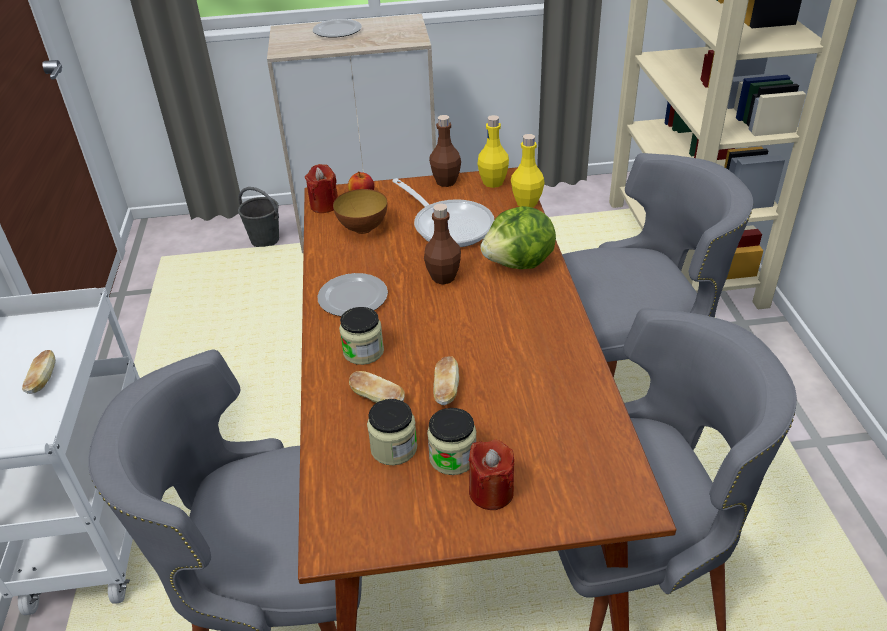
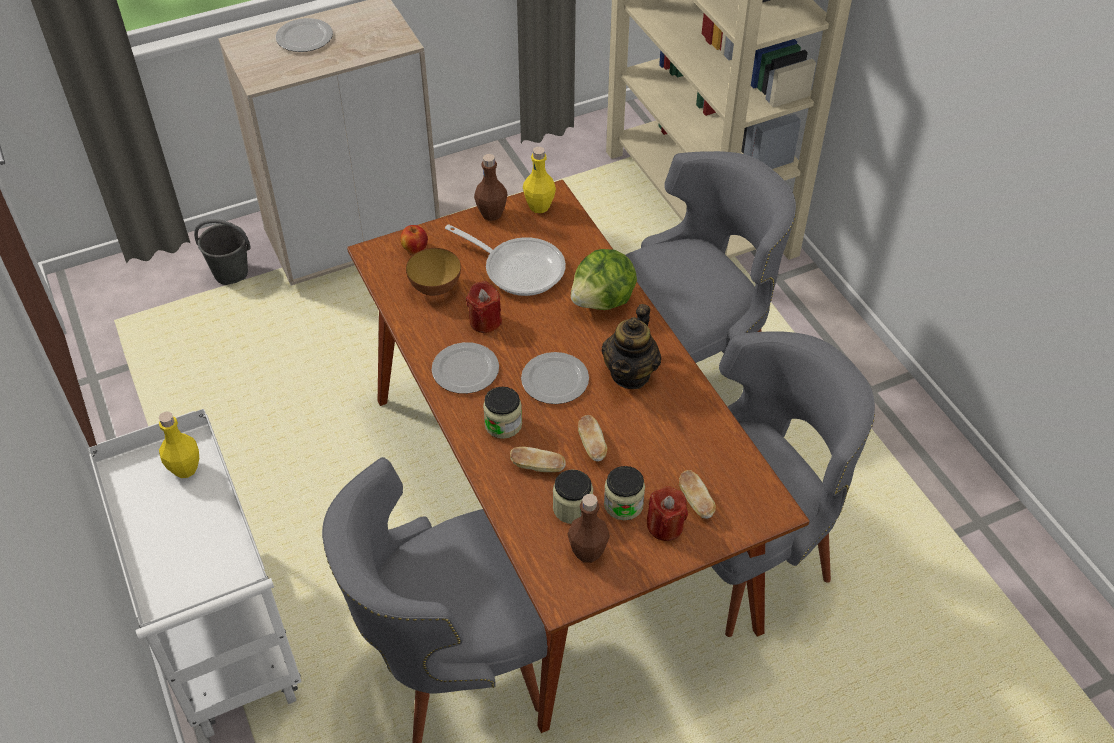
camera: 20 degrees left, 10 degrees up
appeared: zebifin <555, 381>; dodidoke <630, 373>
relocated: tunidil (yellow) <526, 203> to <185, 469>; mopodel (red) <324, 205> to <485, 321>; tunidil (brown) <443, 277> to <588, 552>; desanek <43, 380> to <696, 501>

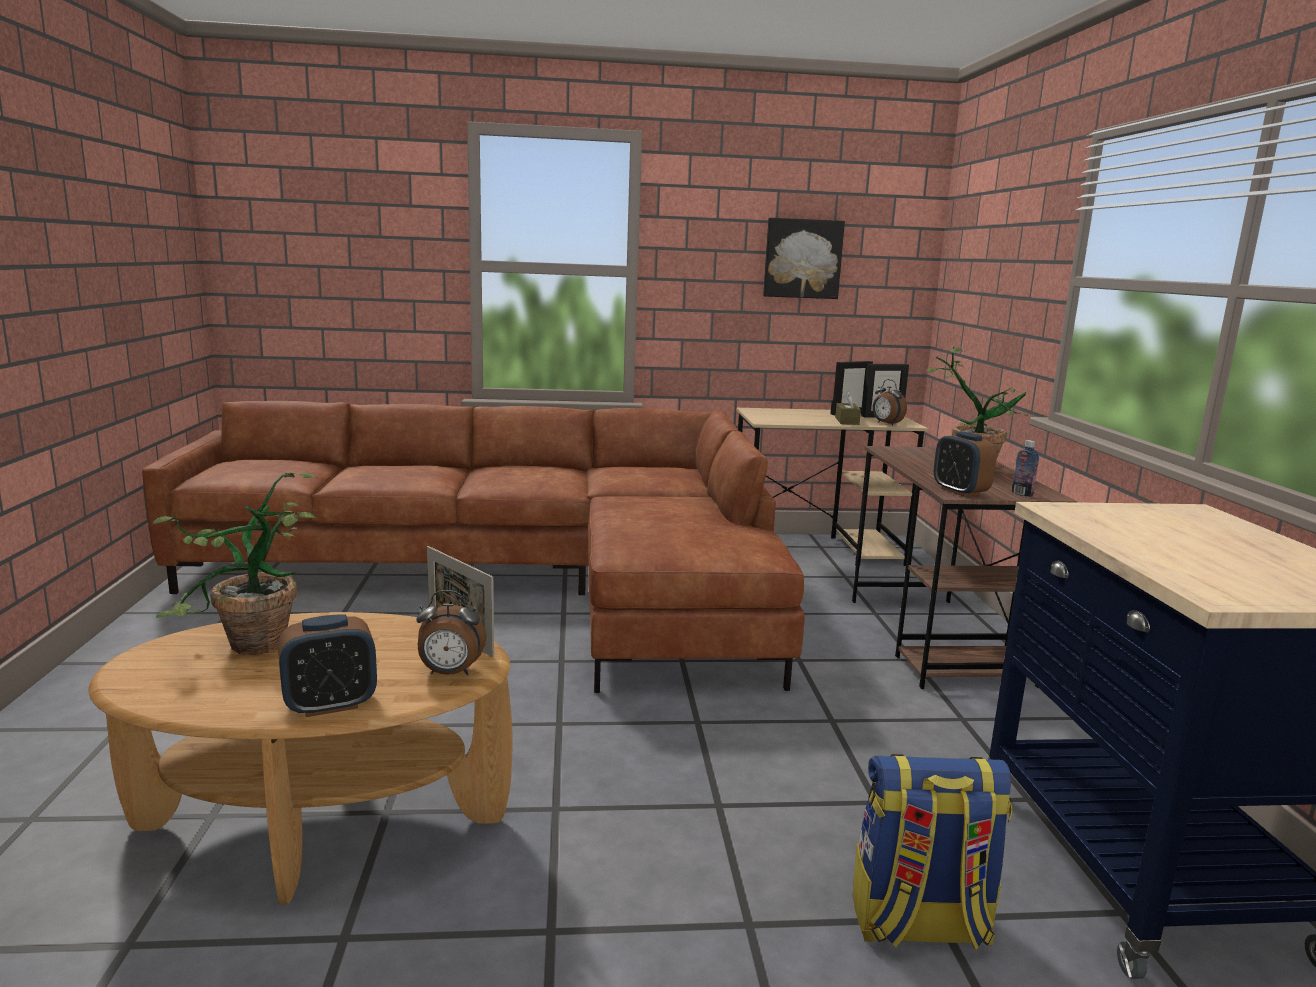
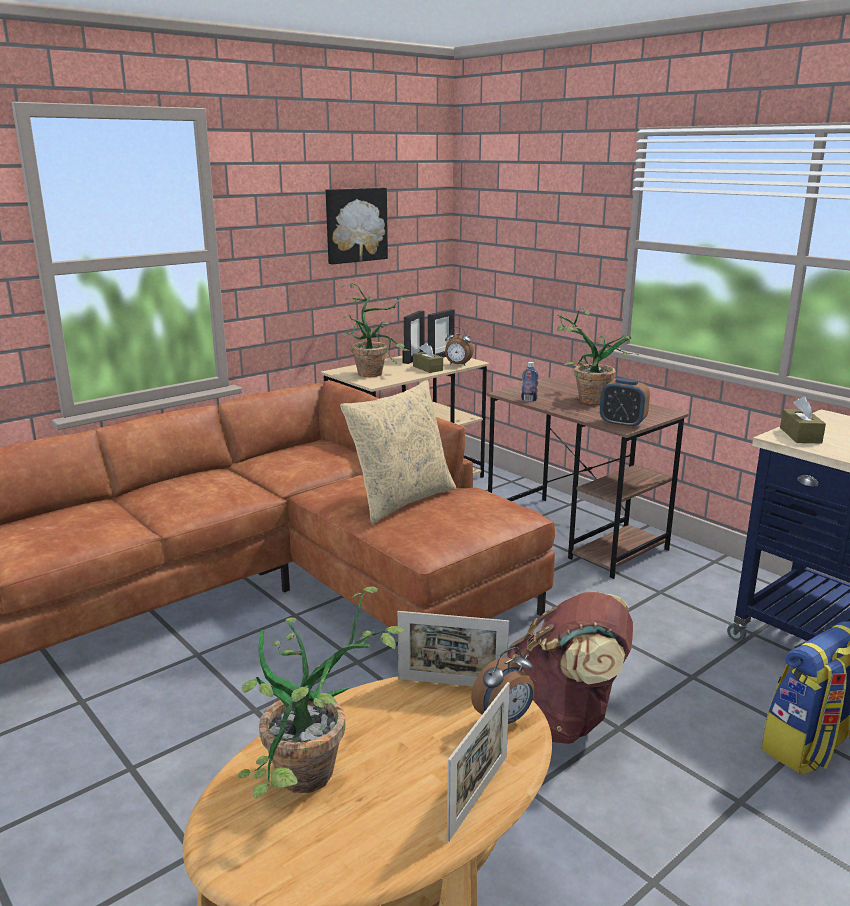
camera: 35 degrees left, 5 degrees up
appeared: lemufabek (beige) <401, 500>; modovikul <374, 372>; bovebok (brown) <562, 721>; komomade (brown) <800, 435>
relocated: tunidil <1022, 494> to <529, 400>
exchanged: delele <330, 705> to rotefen <478, 796>

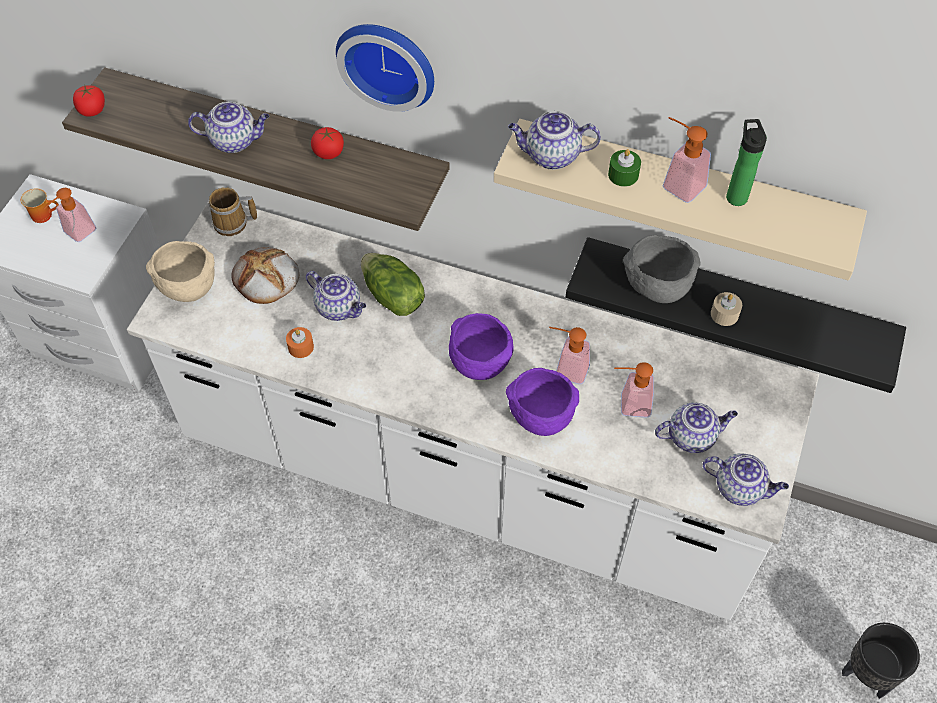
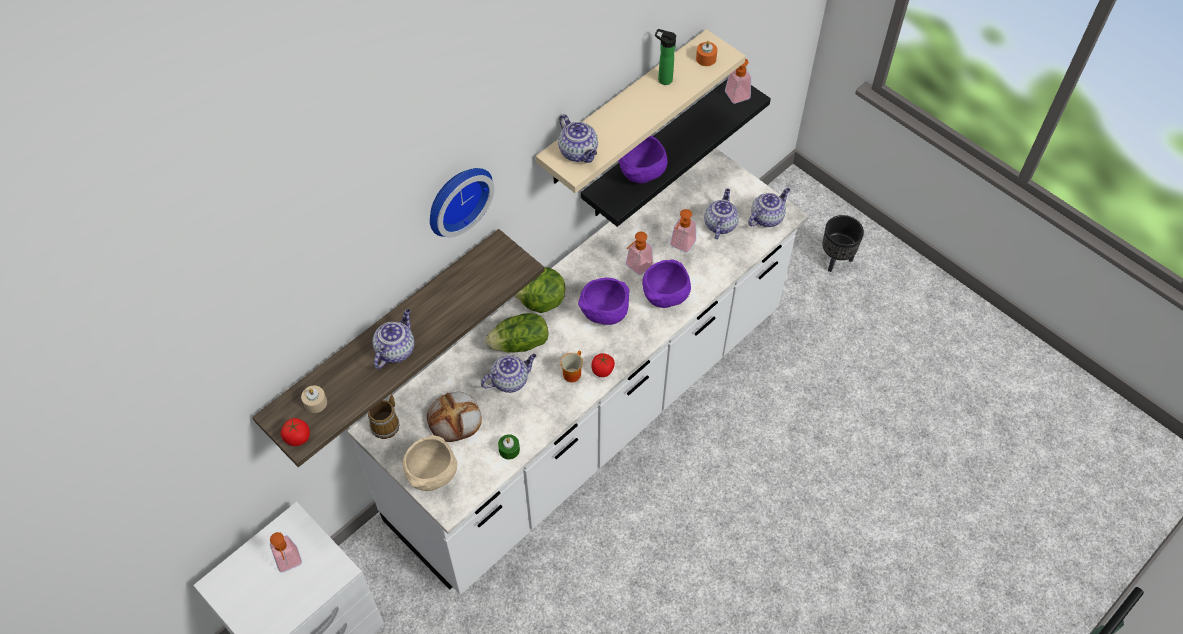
camera: 65 degrees left, 0 degrees up
appeared: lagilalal <540, 302>
relocated: mopodel (beige) <724, 314> to <315, 403>; mopodel (green) <623, 175> to <509, 450>; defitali <44, 214> to <571, 372>; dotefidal <328, 152> to <602, 370>; mopodel (orange) <301, 347> to <706, 58>; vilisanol <677, 183> to <733, 96>
colour: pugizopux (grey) <655, 287> to pugizopux (purple) <642, 174>
spun: dodidoke <551, 156> = <579, 152> 60 degrees counterclockwise

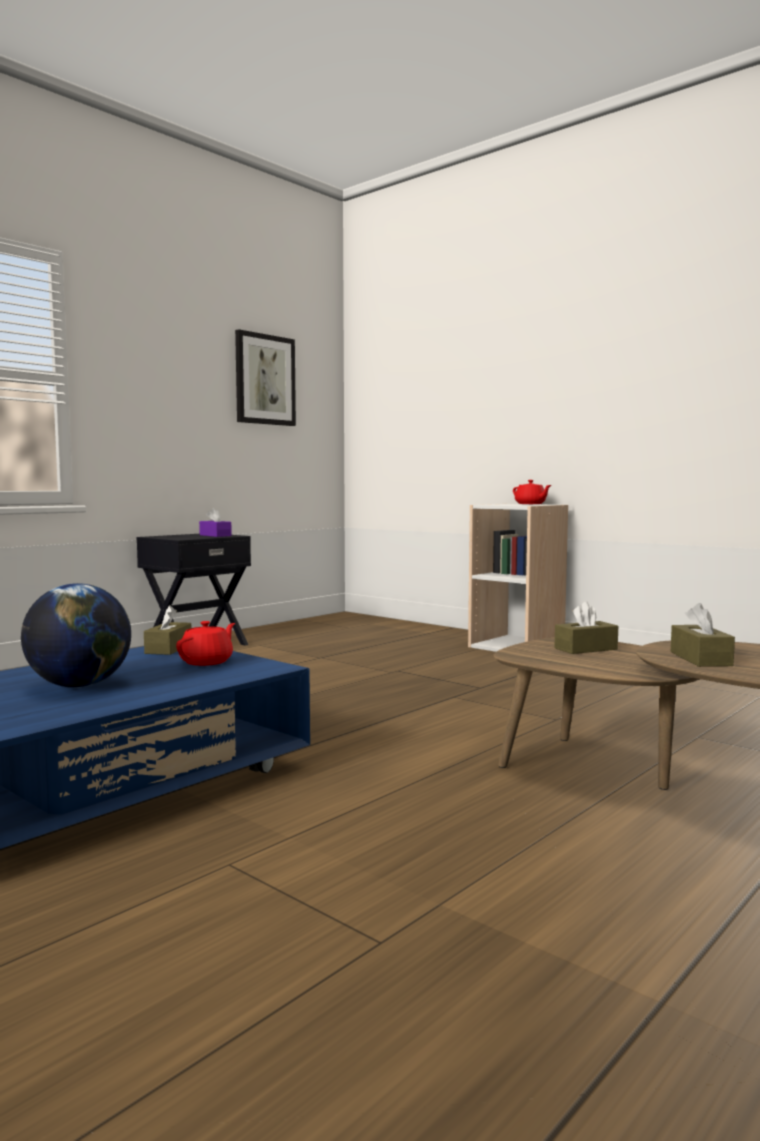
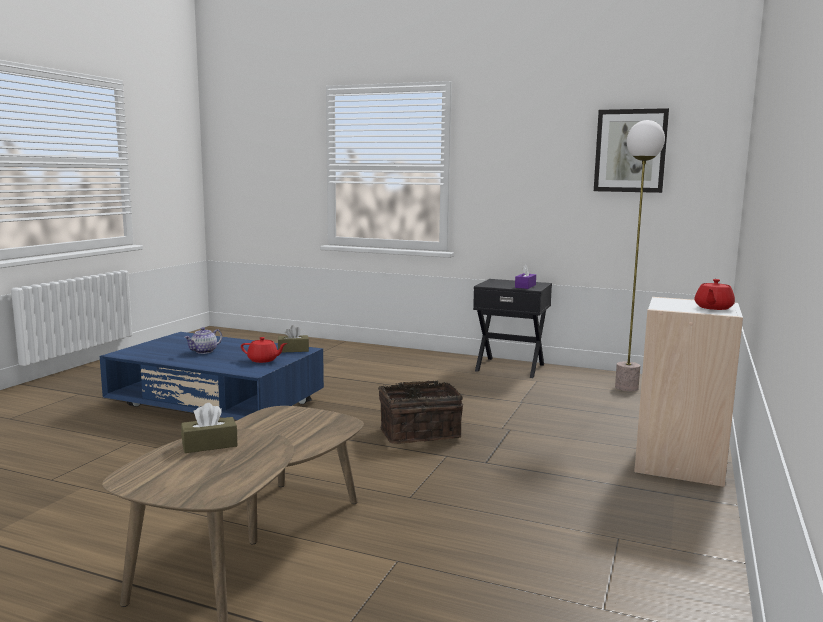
camera: 70 degrees right, 5 degrees up
missing: komomade (brown) <585, 649>
appeared: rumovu <418, 433>; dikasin <626, 388>
exchanged: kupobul <79, 686> to dodidoke <204, 351>

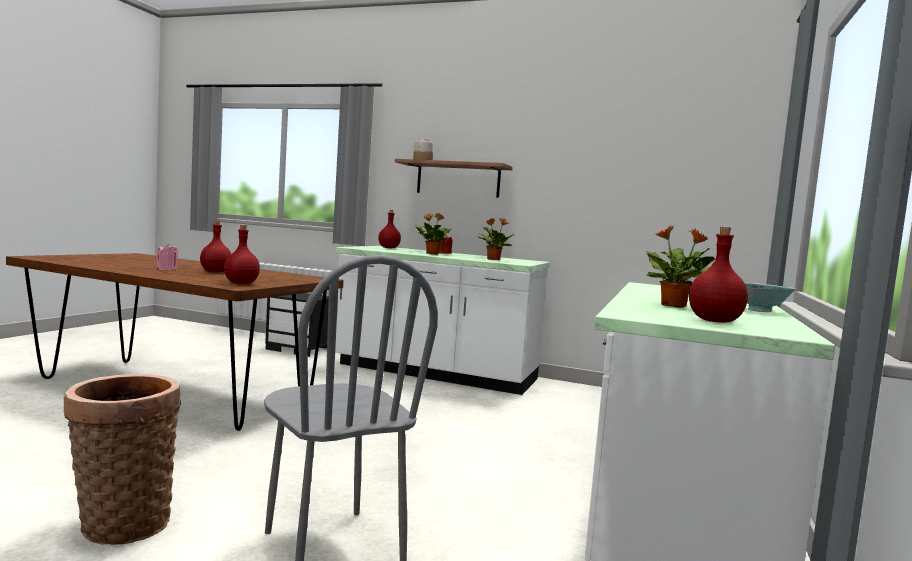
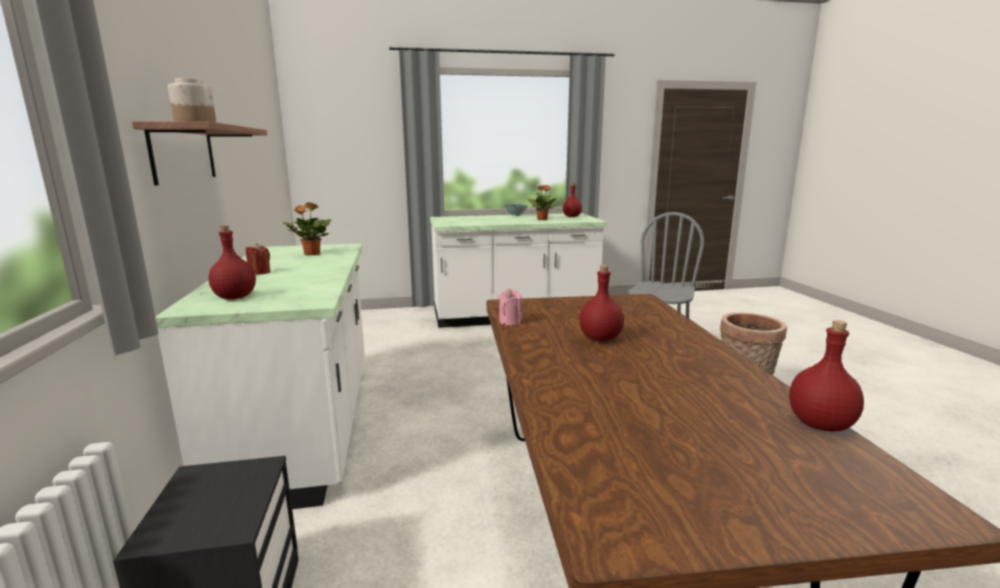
camera: 120 degrees left, 10 degrees up
missing: modovikul <431, 254>
relocated: mopodel (pink) <167, 269> to <510, 322>; tunidil (red) <240, 283> to <821, 425>

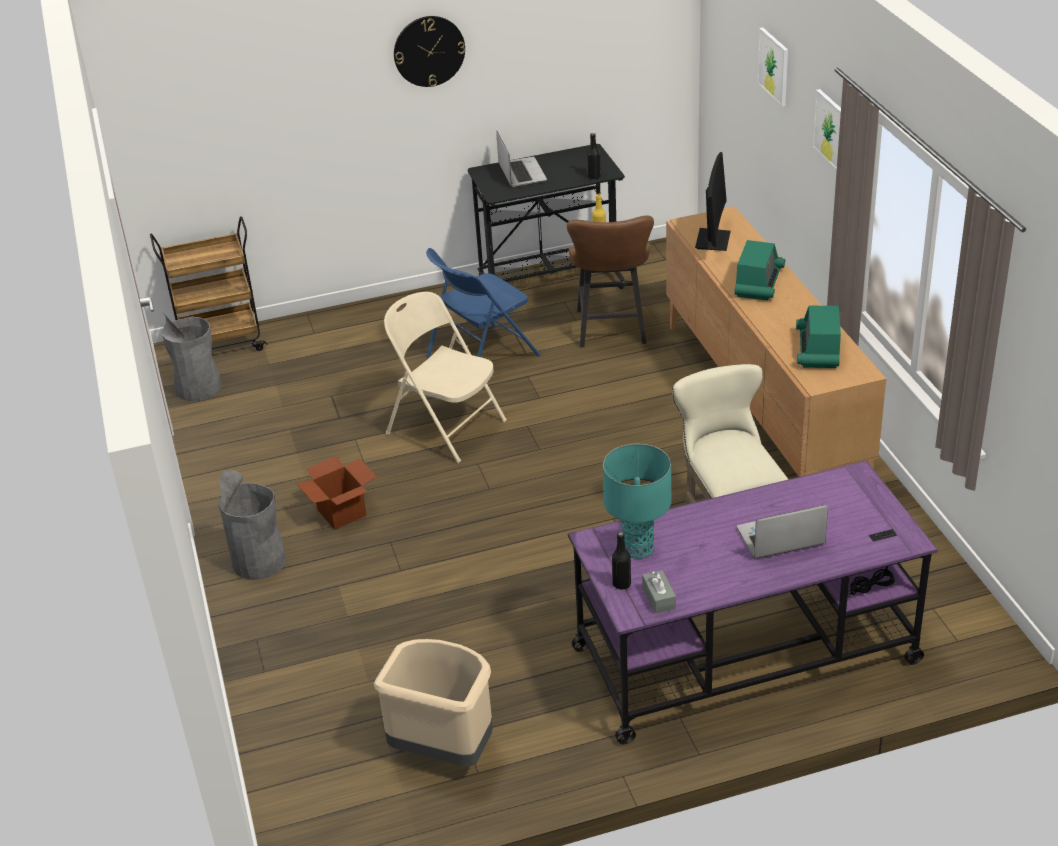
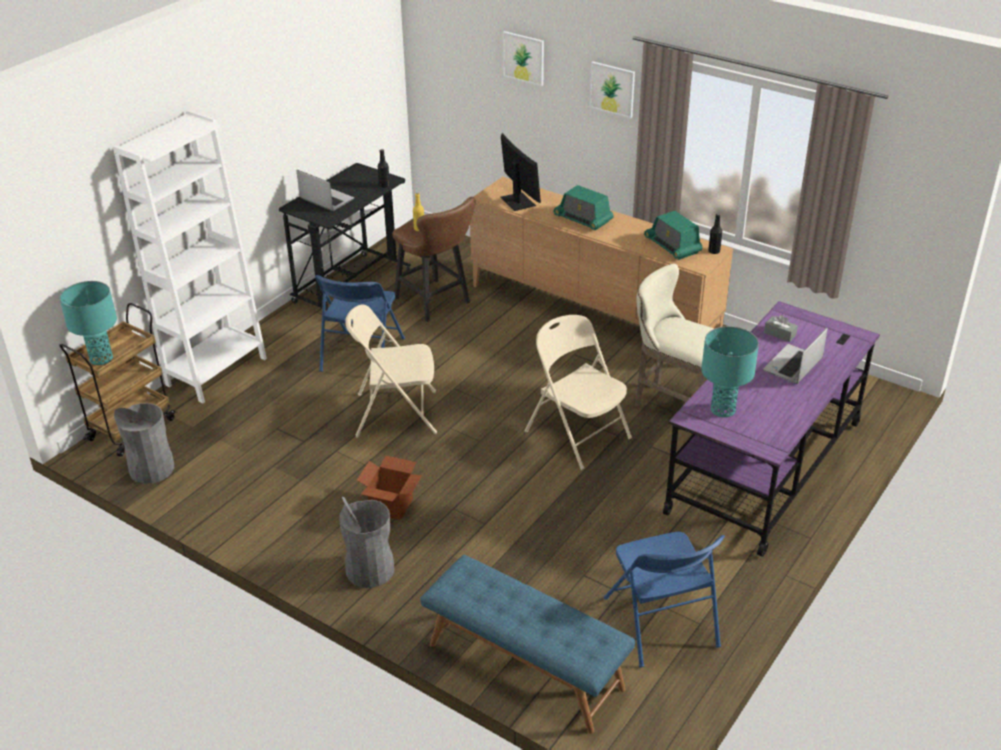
camera: 40 degrees left, 0 degrees up
missing: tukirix <429, 51>
appeared: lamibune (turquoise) <101, 358>; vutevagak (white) <216, 372>; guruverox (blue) <524, 667>; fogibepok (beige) <578, 434>
relocated: tunidil (black) <621, 584> to <714, 251>; komomade (grey) <659, 598> to <779, 334>
exchanged: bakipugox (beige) <443, 749> to fogibepok (blue) <660, 622>
spun: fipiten <758, 283> = <583, 219> 150 degrees clockwise

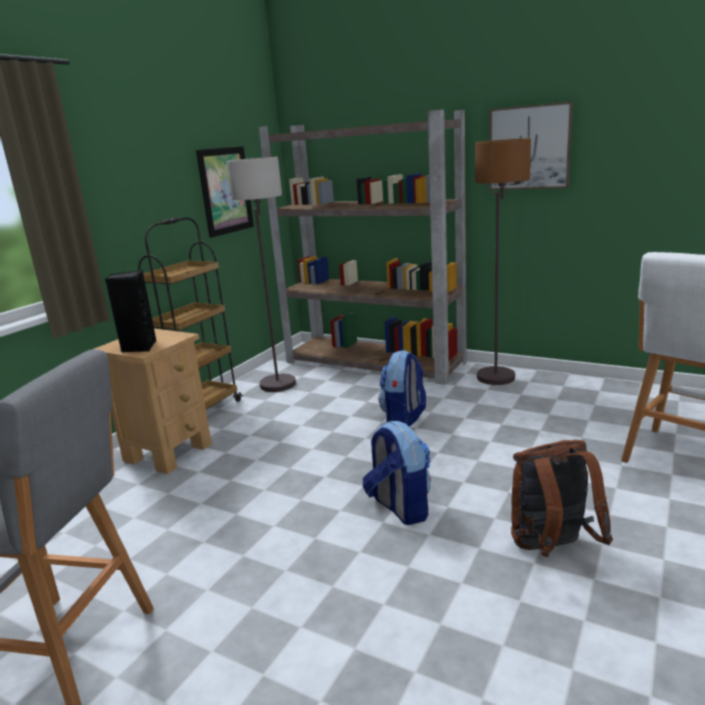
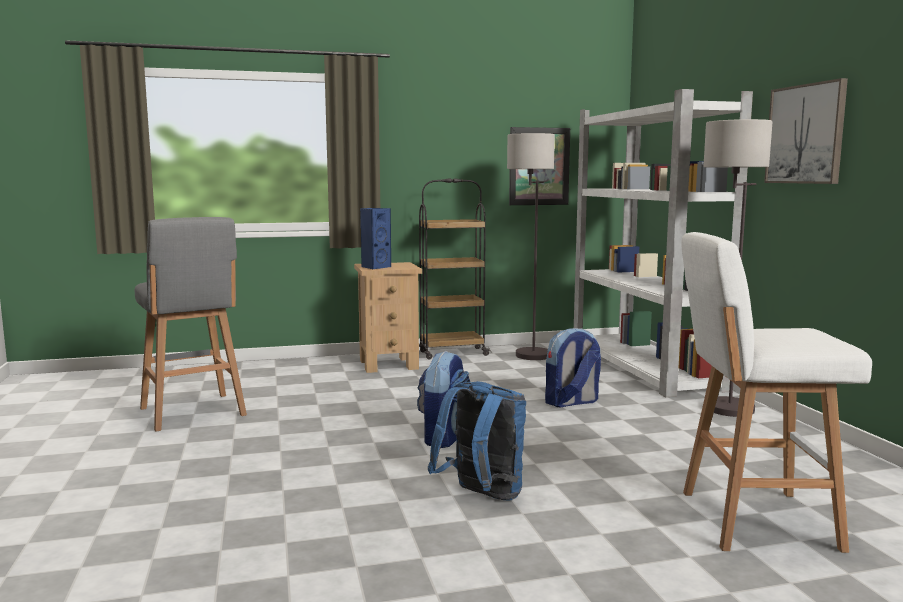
camera: 45 degrees right, 10 degrees down
colour: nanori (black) <139, 347> to nanori (blue) <375, 267>; bovebok (brown) <551, 549> to bovebok (blue) <481, 496>; vutevagak (brown) <374, 362> to vutevagak (white) <643, 366>; dikasin (brown) <498, 382> to dikasin (grey) <722, 412>

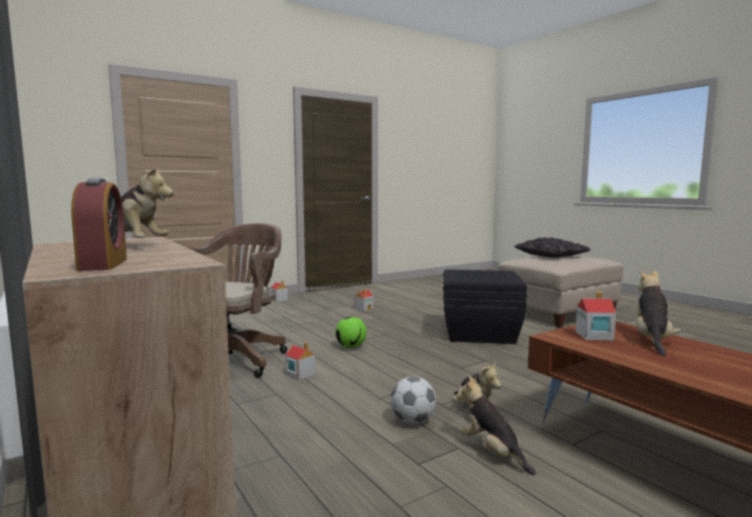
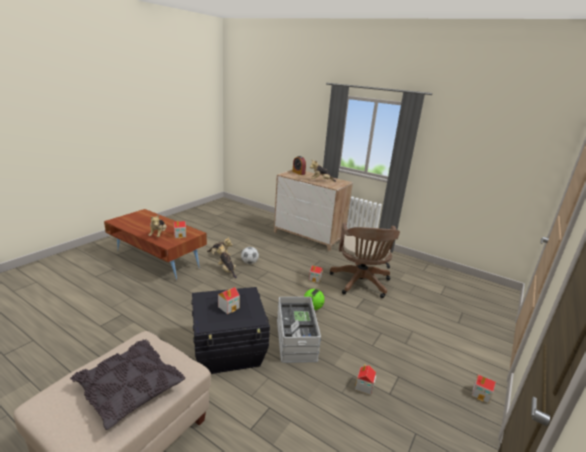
camera: 155 degrees right, 15 degrees up
appeared: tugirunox <229, 307>; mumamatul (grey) <296, 339>

